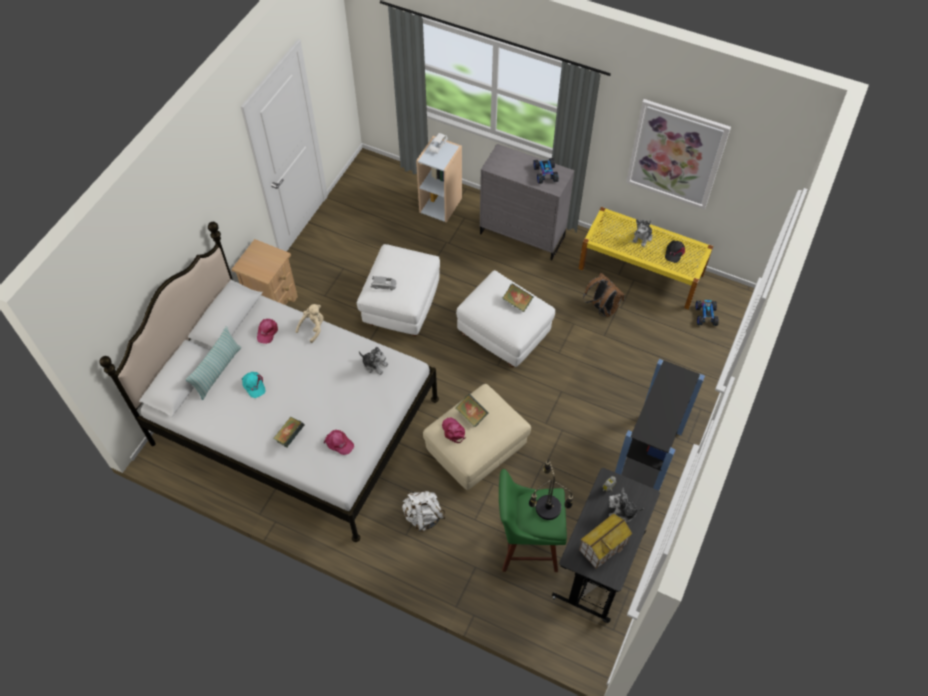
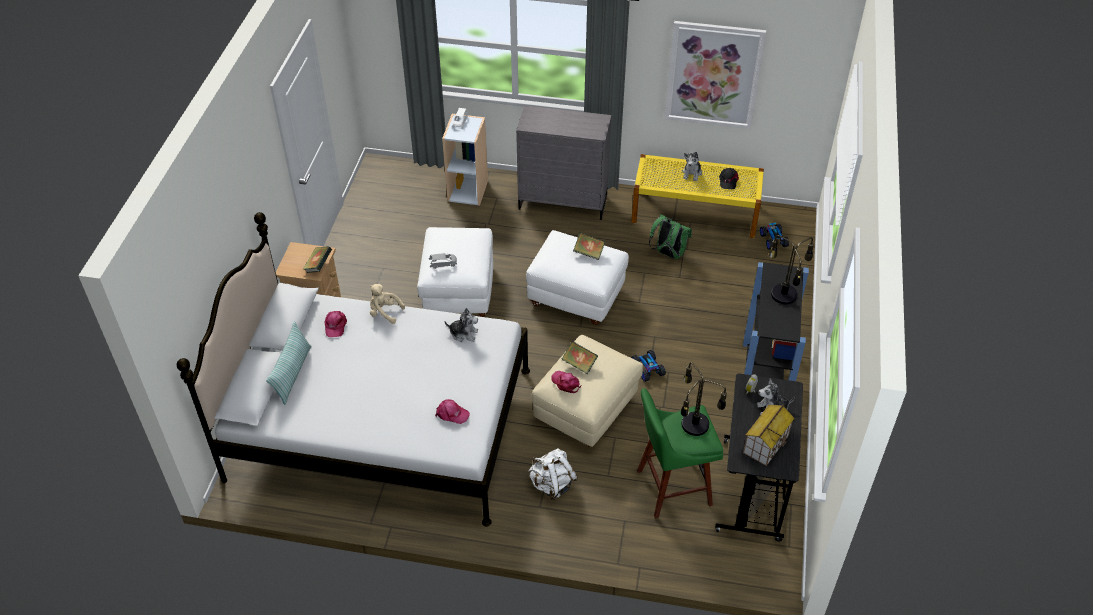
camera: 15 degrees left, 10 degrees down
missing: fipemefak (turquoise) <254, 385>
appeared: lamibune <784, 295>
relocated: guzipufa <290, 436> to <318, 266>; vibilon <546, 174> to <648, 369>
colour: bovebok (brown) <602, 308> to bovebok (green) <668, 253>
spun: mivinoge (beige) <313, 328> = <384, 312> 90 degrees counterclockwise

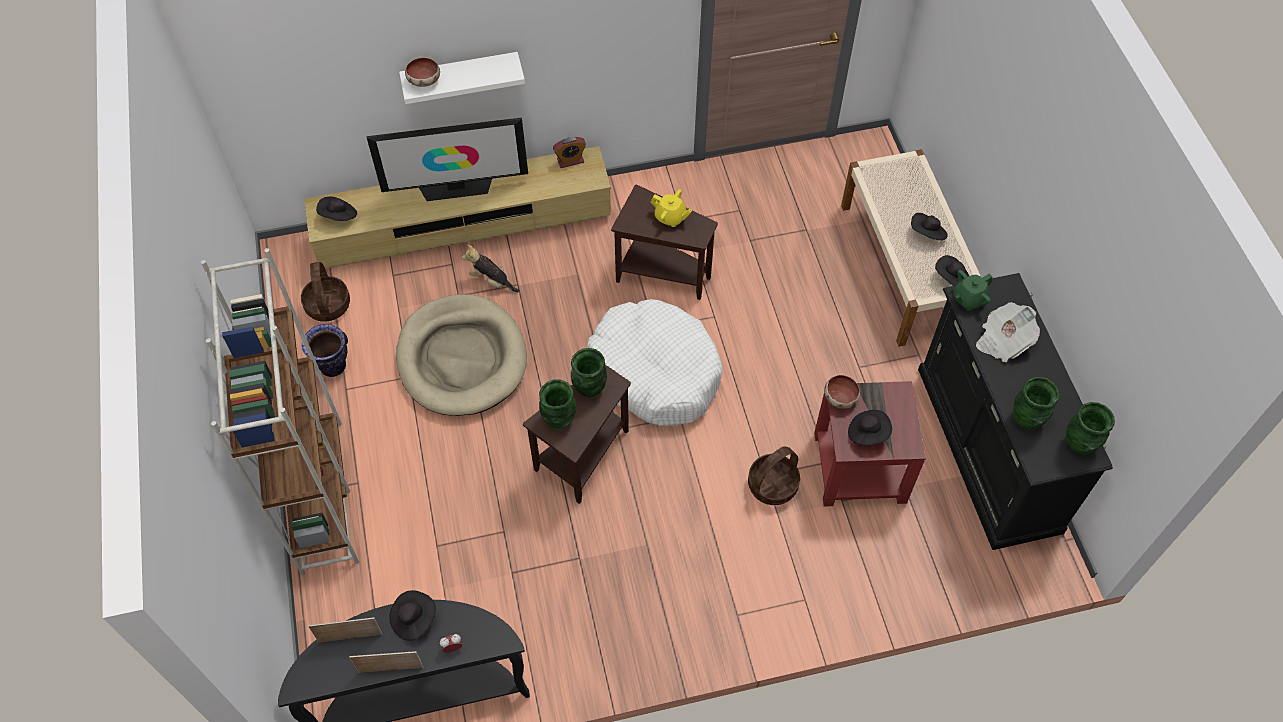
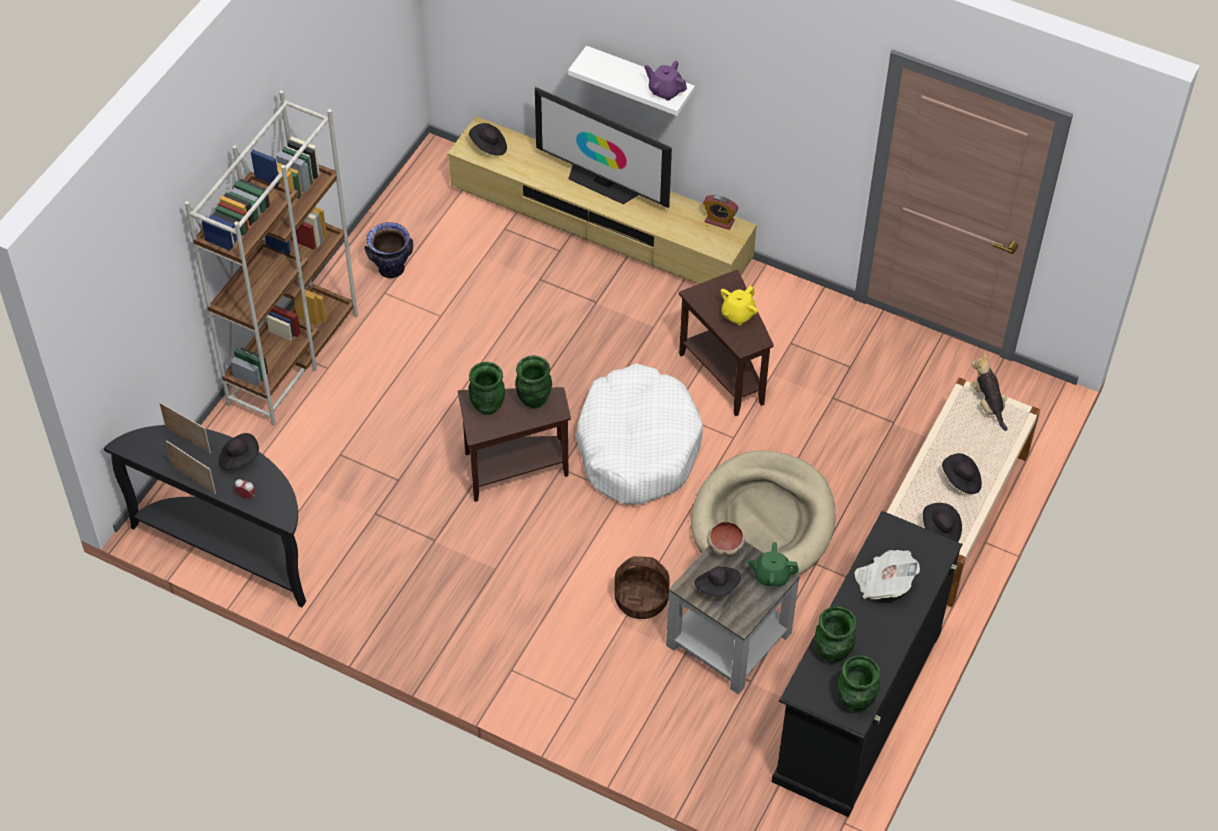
camera: 40 degrees right, 5 degrees down
missing: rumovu <327, 305>; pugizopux <423, 80>
appeared: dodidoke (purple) <665, 91>
relocated: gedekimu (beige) <462, 358> to <763, 521>; dodidoke (green) <968, 299> to <771, 576>; mivinoge <491, 281> to <987, 404>
colour: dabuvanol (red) <858, 466> to dabuvanol (grey) <728, 637>
spun: dodidoke (yellow) <670, 217> = <737, 315> 60 degrees clockwise

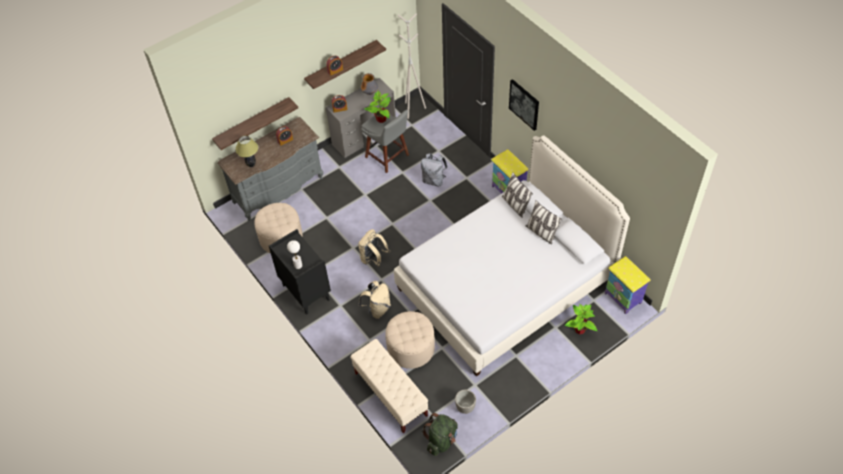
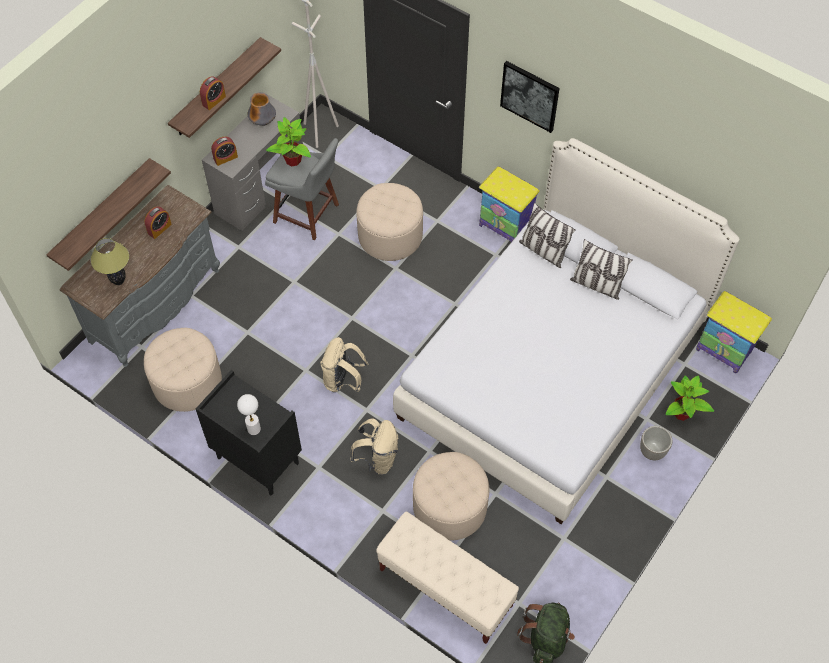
camera: 20 degrees left, 5 degrees up
relocated: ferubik <465, 407> to <651, 451>
exchanged: bovebok (grey) <434, 180> to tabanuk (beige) <390, 235>

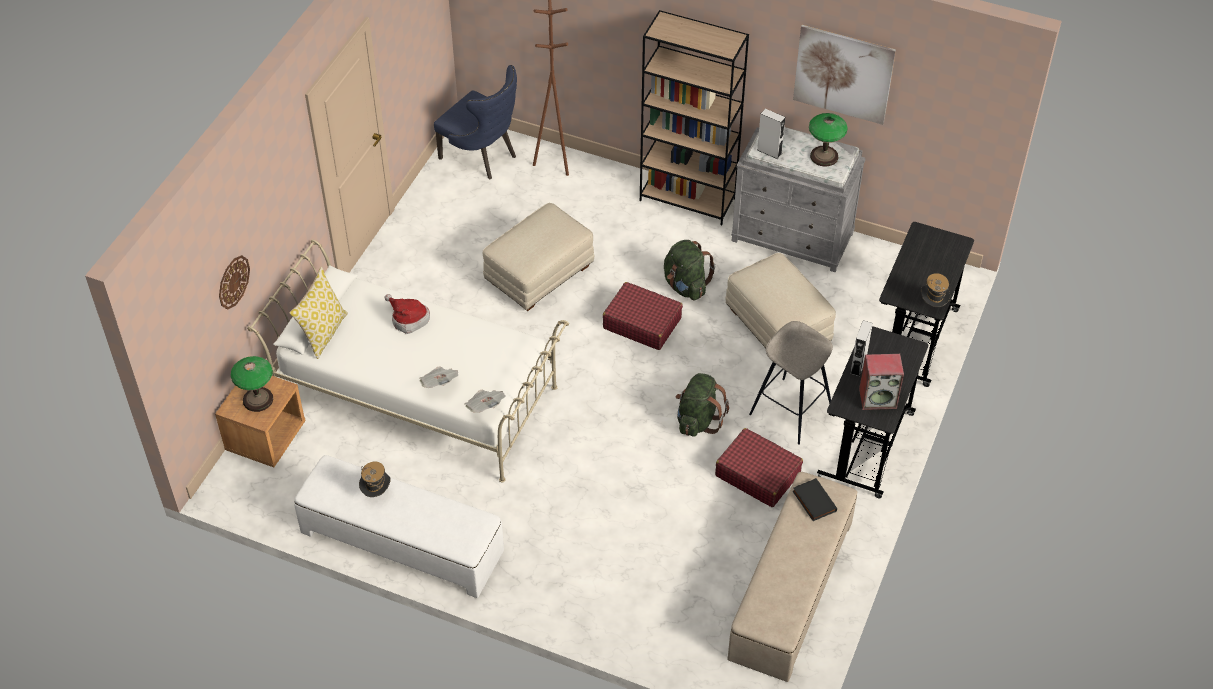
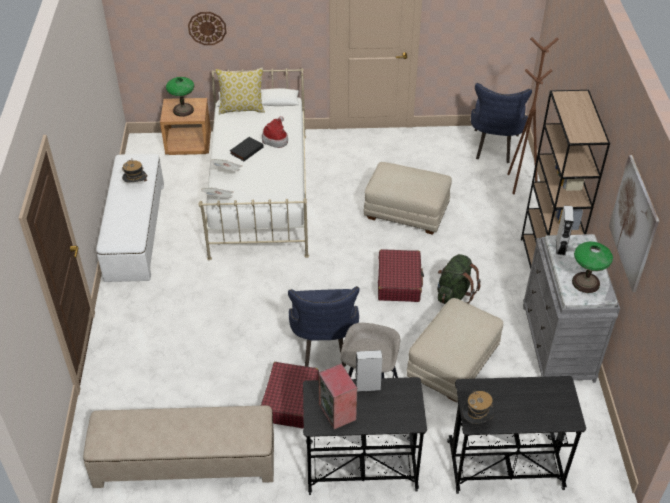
camera: 65 degrees right, 5 degrees down
relocated: guzipufa (black) <813, 501> to <246, 150>
exchanged: bovebok (green) <698, 420> to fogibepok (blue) <324, 346>

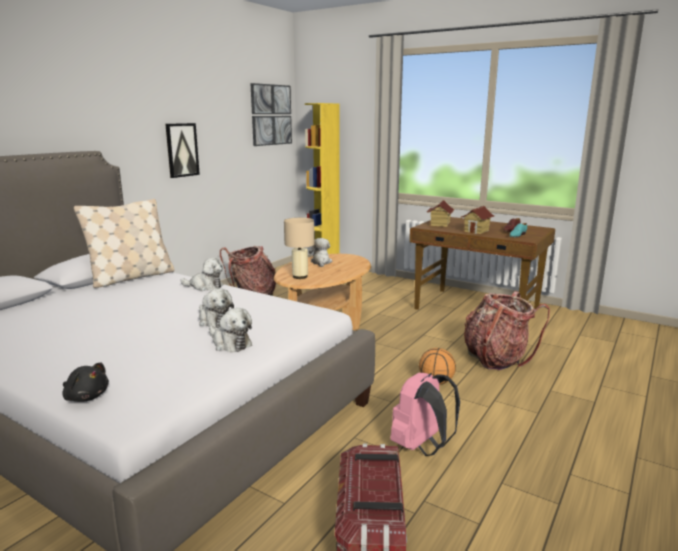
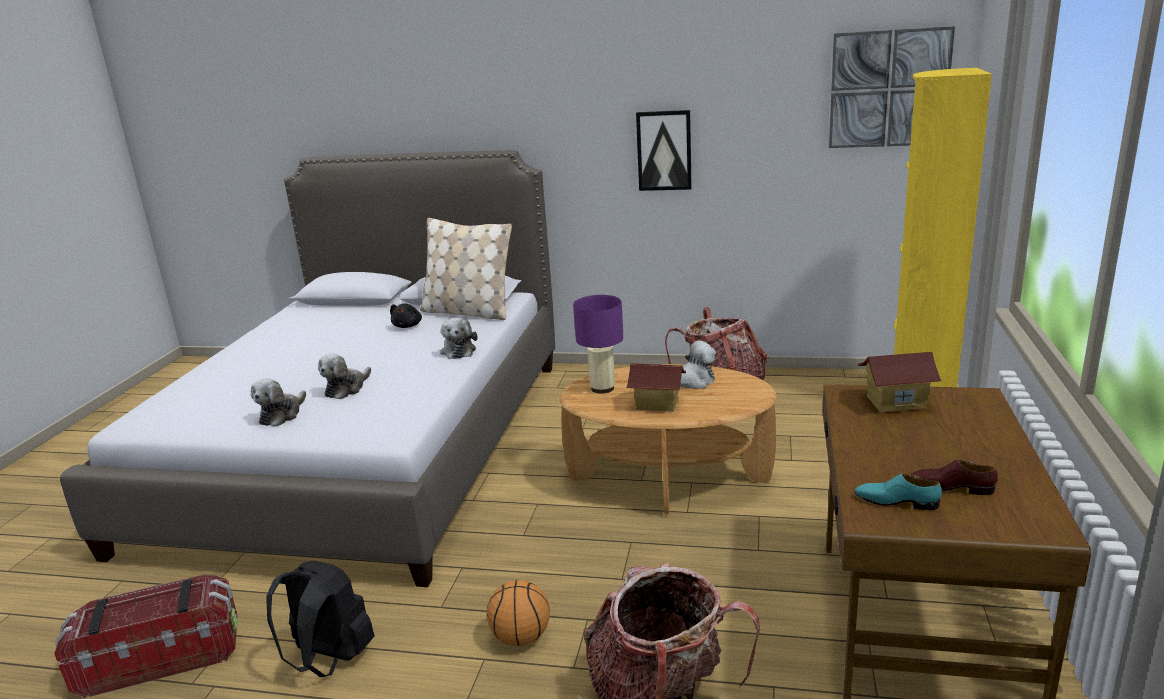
camera: 70 degrees right, 5 degrees up
relocated: mivinoge (black) <86, 397> to <408, 326>; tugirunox <476, 231> to <657, 404>
colour: bovebok (pink) <421, 446> to bovebok (black) <329, 660>; lamibune (beige) <299, 277> to lamibune (purple) <602, 388>

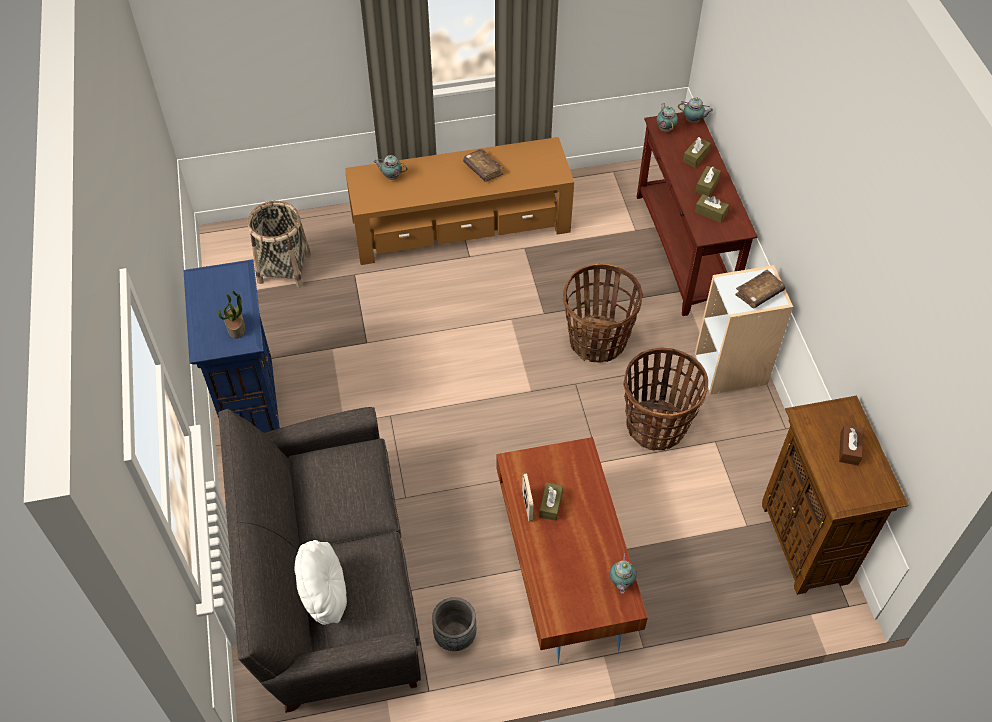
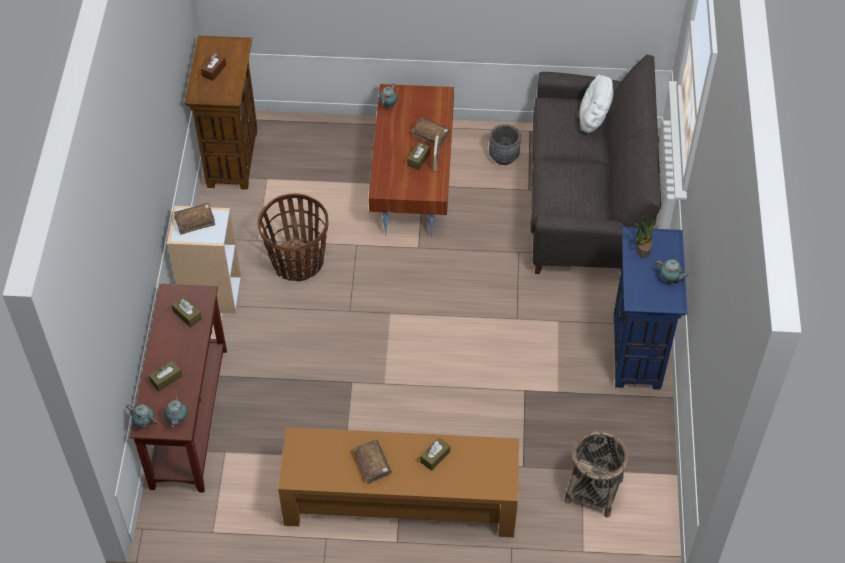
camera: 165 degrees left, 0 degrees up
missing: rumovu <597, 341>
appeared: guzipufa (brown) <430, 135>
relocated: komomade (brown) <707, 185> to <435, 457>; dodidoke <391, 176> to <670, 280>

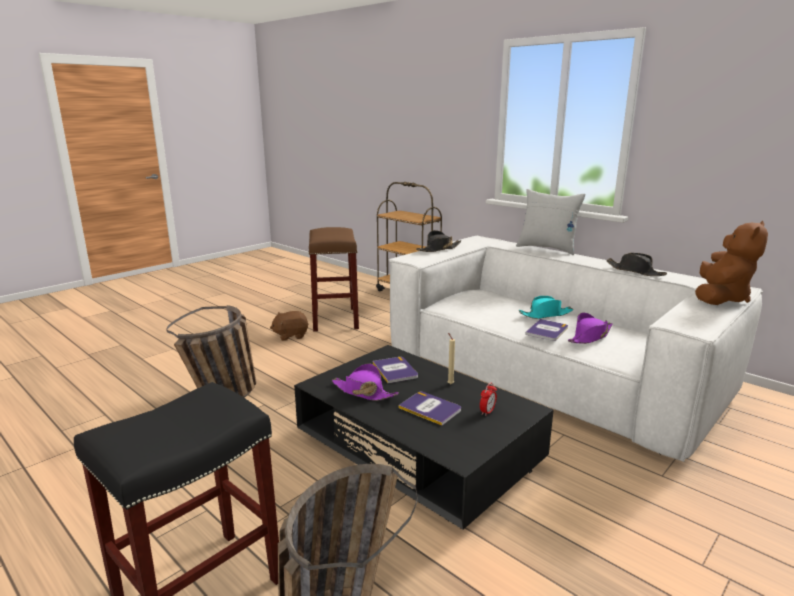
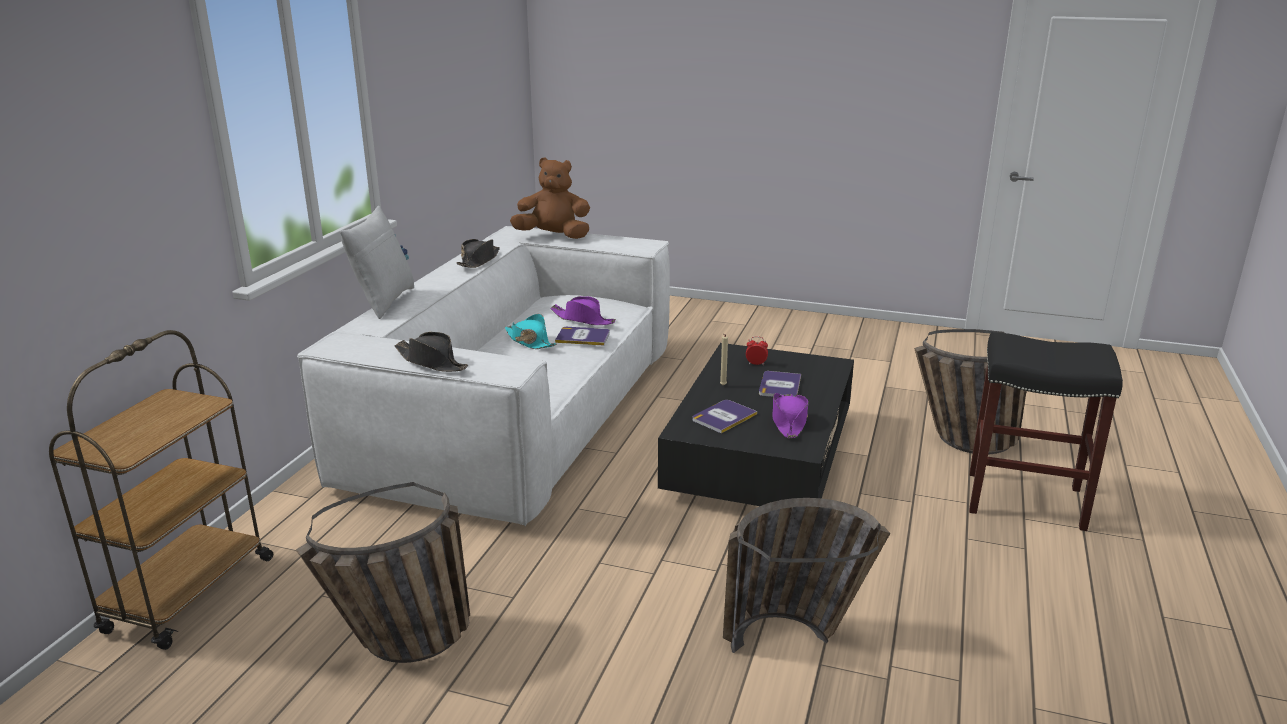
camera: 115 degrees left, 5 degrees up
missing: mivinoge (brown) <291, 335>
exchanged: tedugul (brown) <335, 319> to rumovu <398, 647>

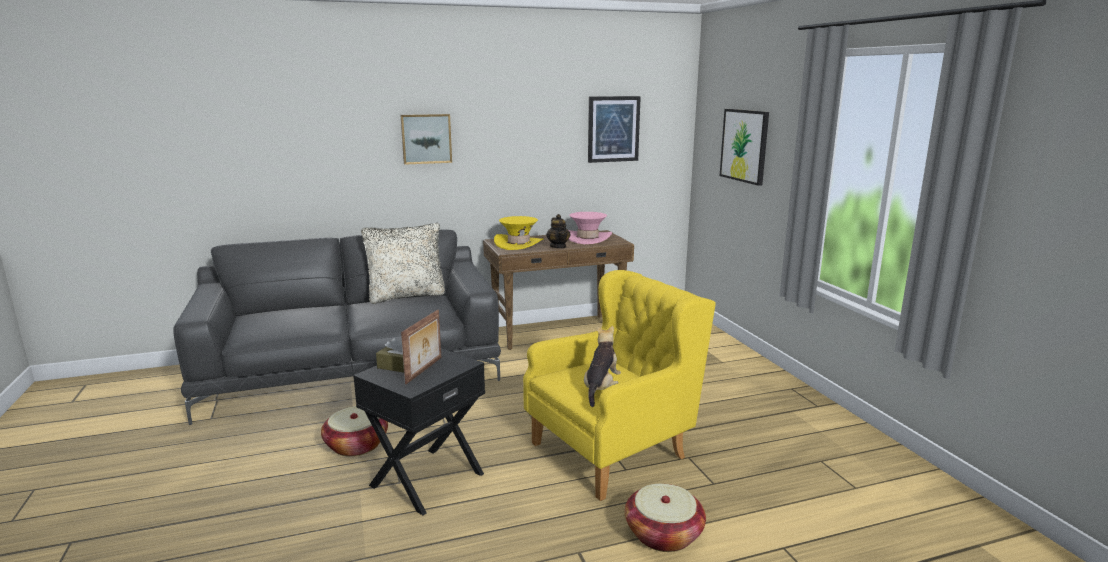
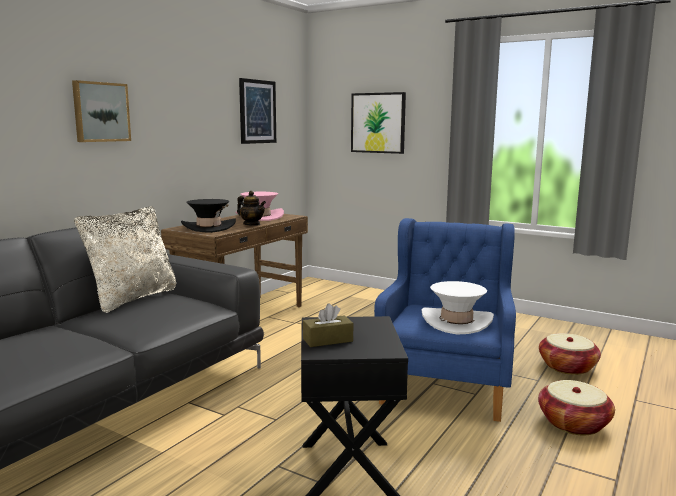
camera: 40 degrees left, 5 degrees down
missing: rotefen <425, 370>
relocated: rumovu <356, 445> to <567, 367>
exchanged: mivinoge <601, 388> to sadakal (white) <456, 322>
colour: sadakal (yellow) <518, 244> to sadakal (black) <209, 227>; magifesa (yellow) <614, 450> to magifesa (blue) <445, 385>

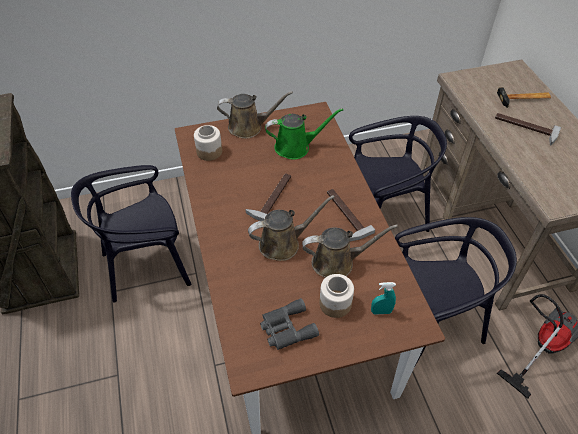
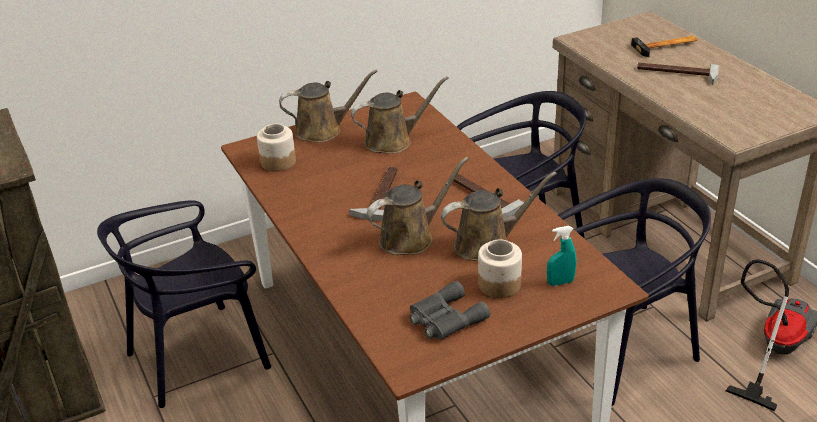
camera: 10 degrees left, 15 degrees down
colour: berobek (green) <296, 147> to berobek (brown) <393, 141>

